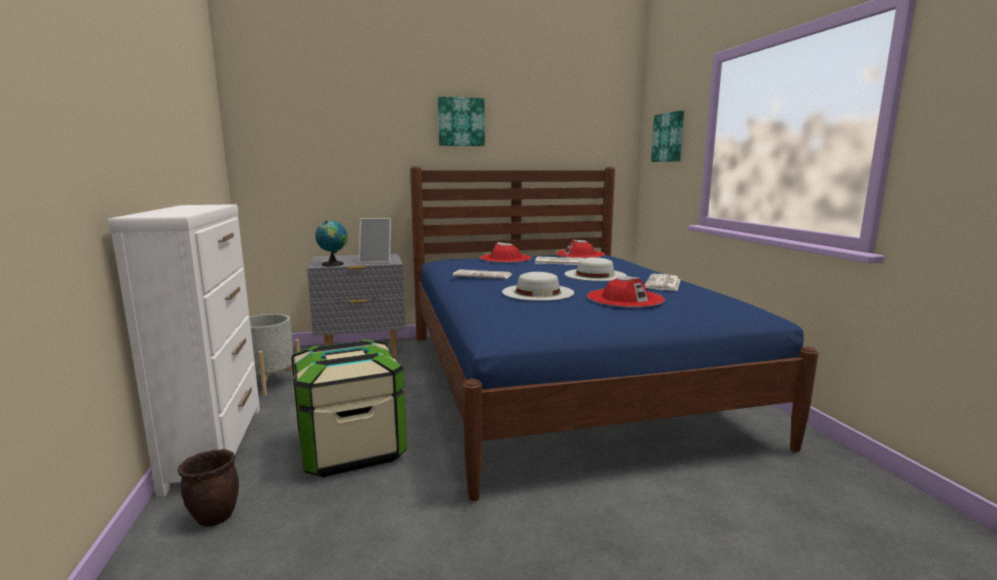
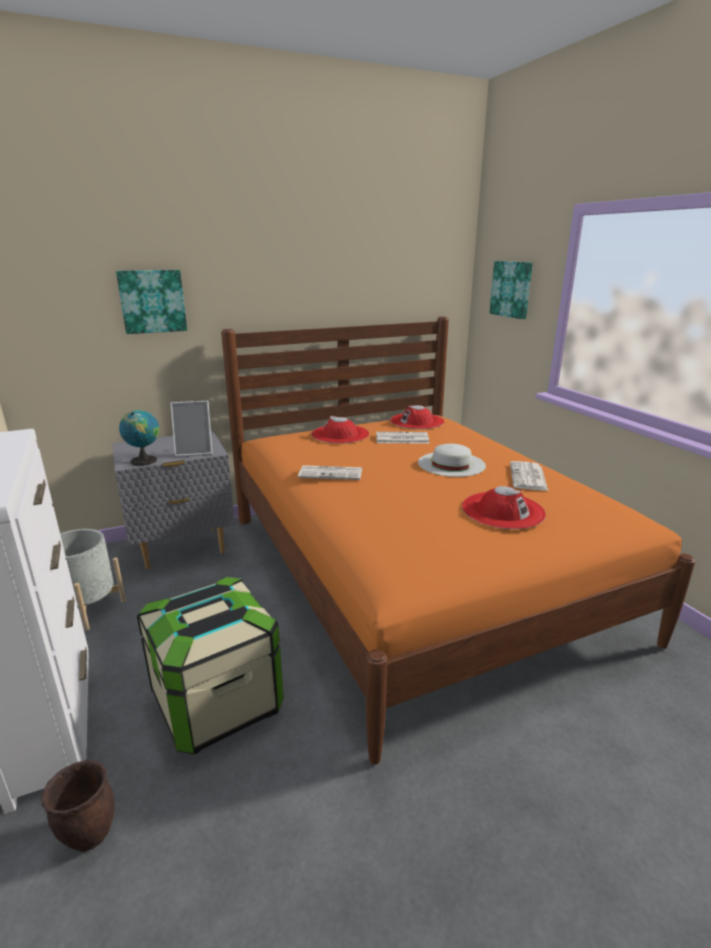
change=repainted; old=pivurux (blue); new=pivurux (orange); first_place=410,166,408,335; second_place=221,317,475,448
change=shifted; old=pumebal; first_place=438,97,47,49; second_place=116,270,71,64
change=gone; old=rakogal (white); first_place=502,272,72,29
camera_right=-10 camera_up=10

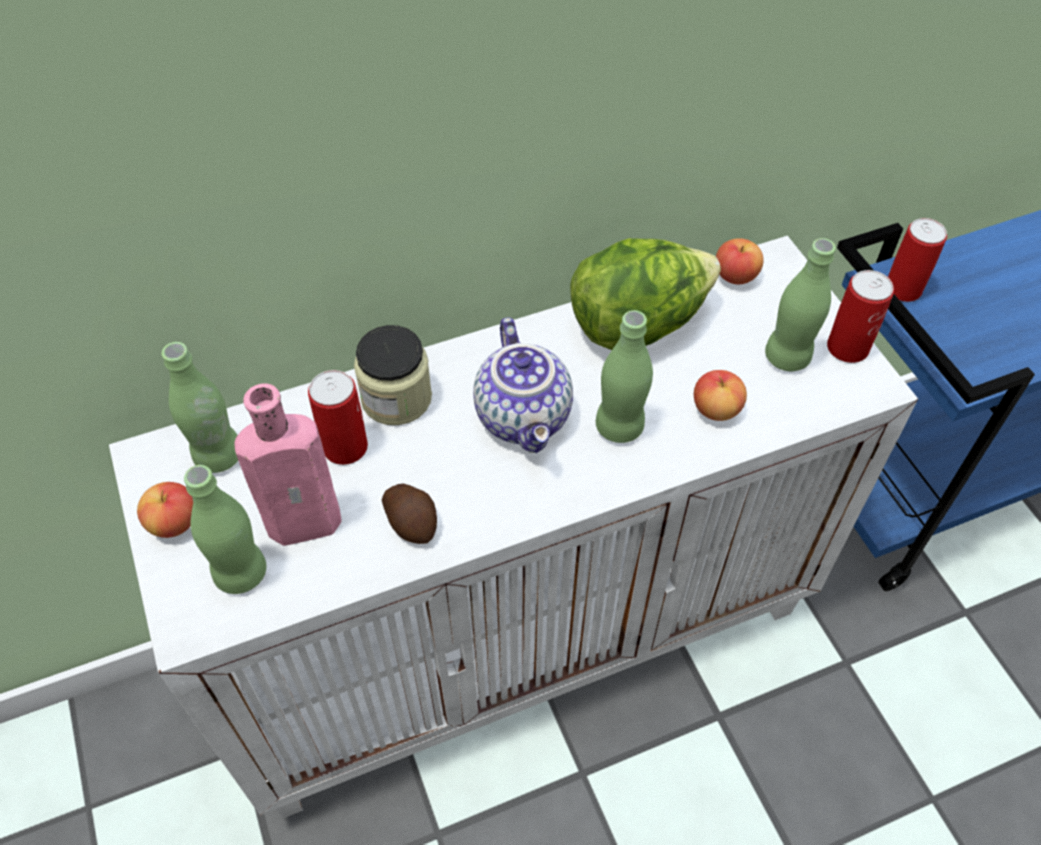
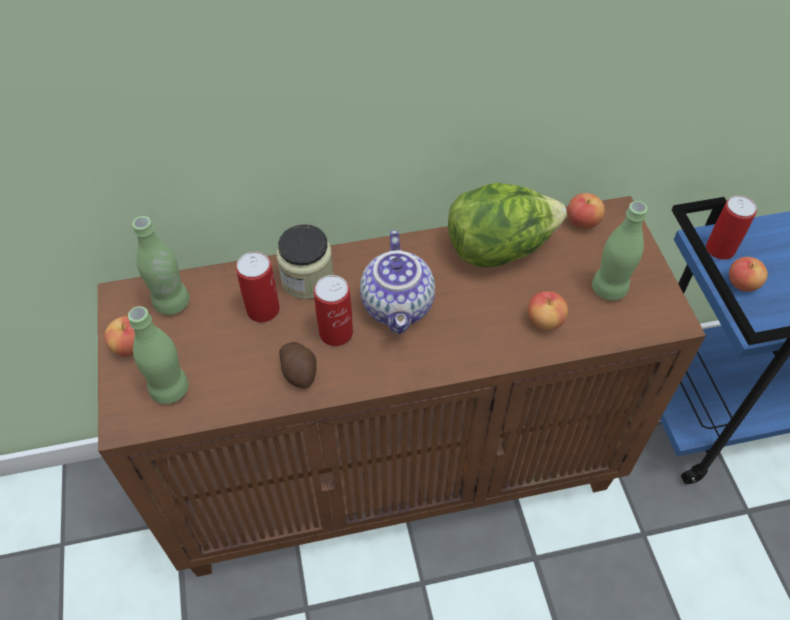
change=repainted; old=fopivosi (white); new=fopivosi (brown); first_place=109,236,809,582; second_place=98,196,608,381
change=gone; old=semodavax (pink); first_place=234,383,107,163
change=gone; old=semodavax (green); first_place=596,310,57,133
change=shifted; old=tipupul; first_place=827,270,67,93; second_place=314,275,39,71
change=new; new=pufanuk; second_place=729,257,39,35
camera_right=10 camera_up=0

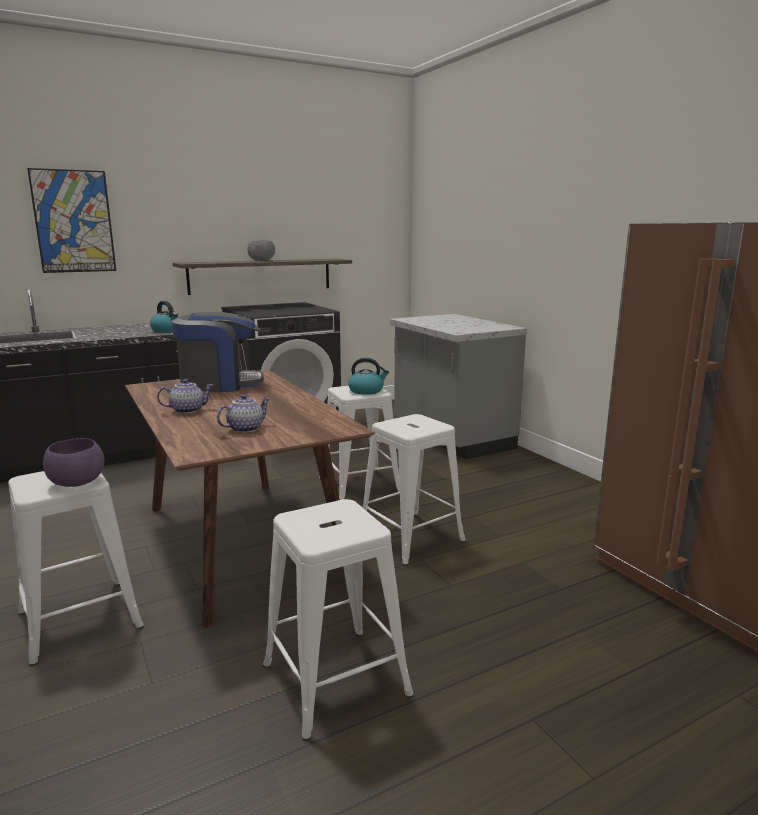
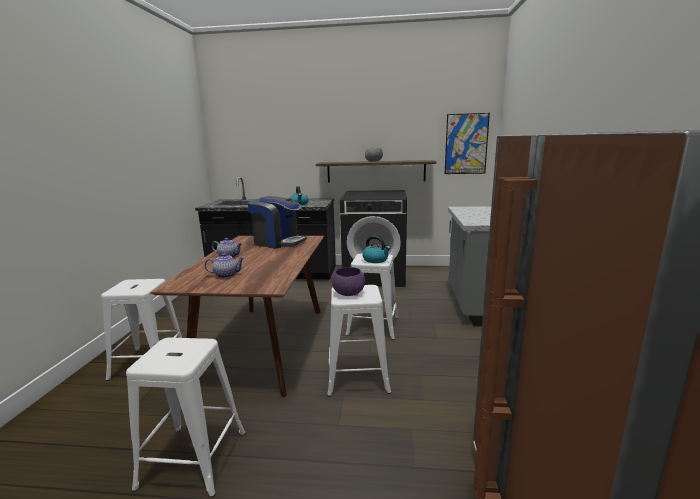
change=shifted; old=pumebal; first_place=27,168,89,105; second_place=445,113,45,61
change=shifted; old=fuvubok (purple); first_place=43,438,61,49; second_place=332,267,33,29
camera_right=35 camera_up=0

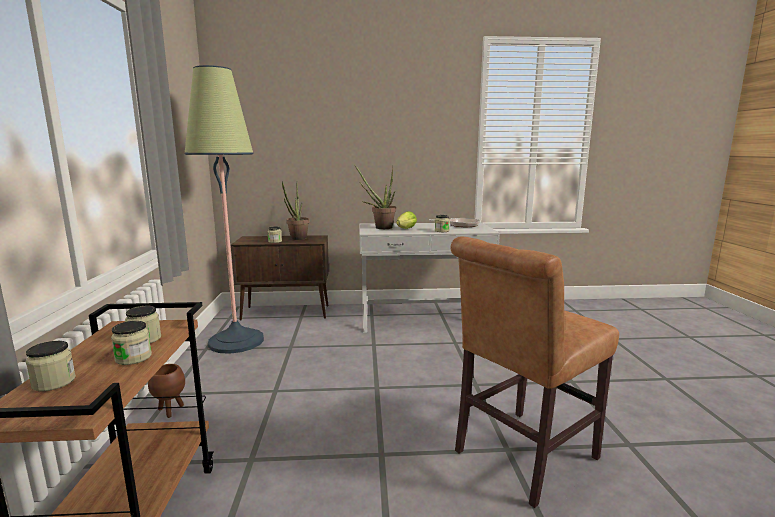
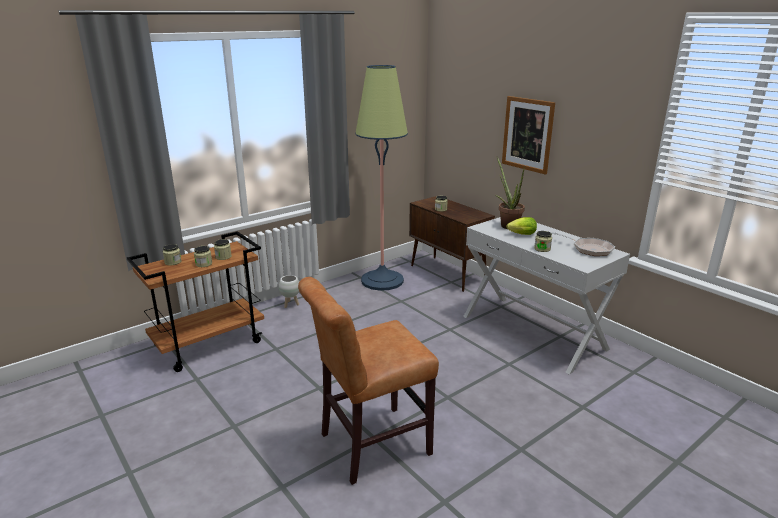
change=repainted; old=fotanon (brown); new=fotanon (white); first_place=148,364,37,54; second_place=279,275,20,33
change=gone; old=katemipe; first_place=282,182,28,58
change=rotated; old=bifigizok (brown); first_place=451,236,168,272; second_place=298,277,141,208; degrees=-45
change=new; new=pumebal; second_place=502,96,53,79
camera_right=55 camera_up=10

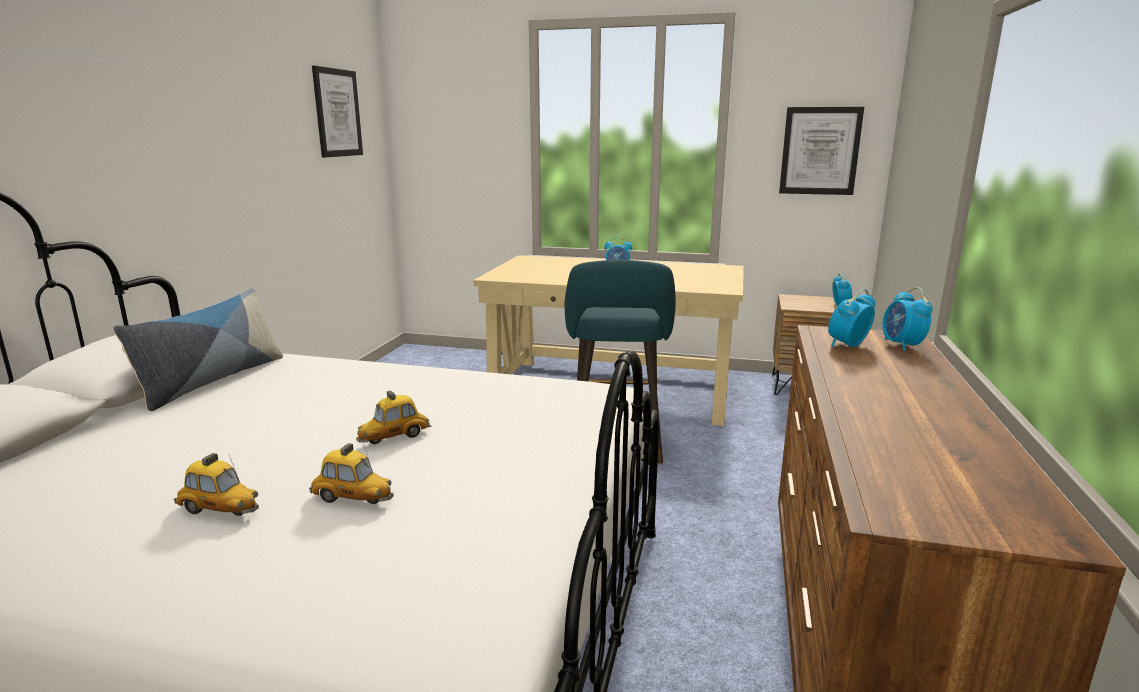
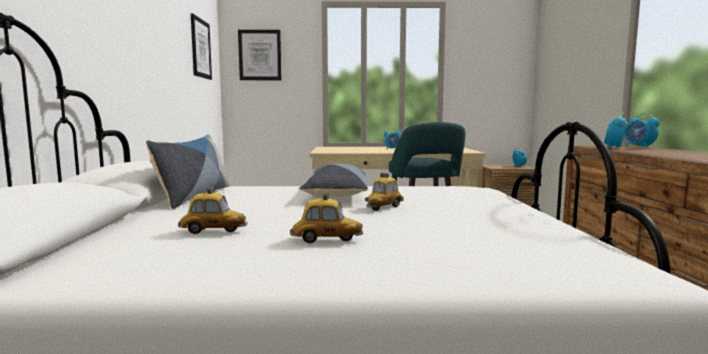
change=shifted; old=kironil; first_place=309,443,85,61; second_place=178,187,69,47
change=shifted; old=pumebal; first_place=779,107,85,88; second_place=238,30,44,50
change=new; new=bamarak; second_place=299,163,69,35
camera_right=-15 camera_up=-10

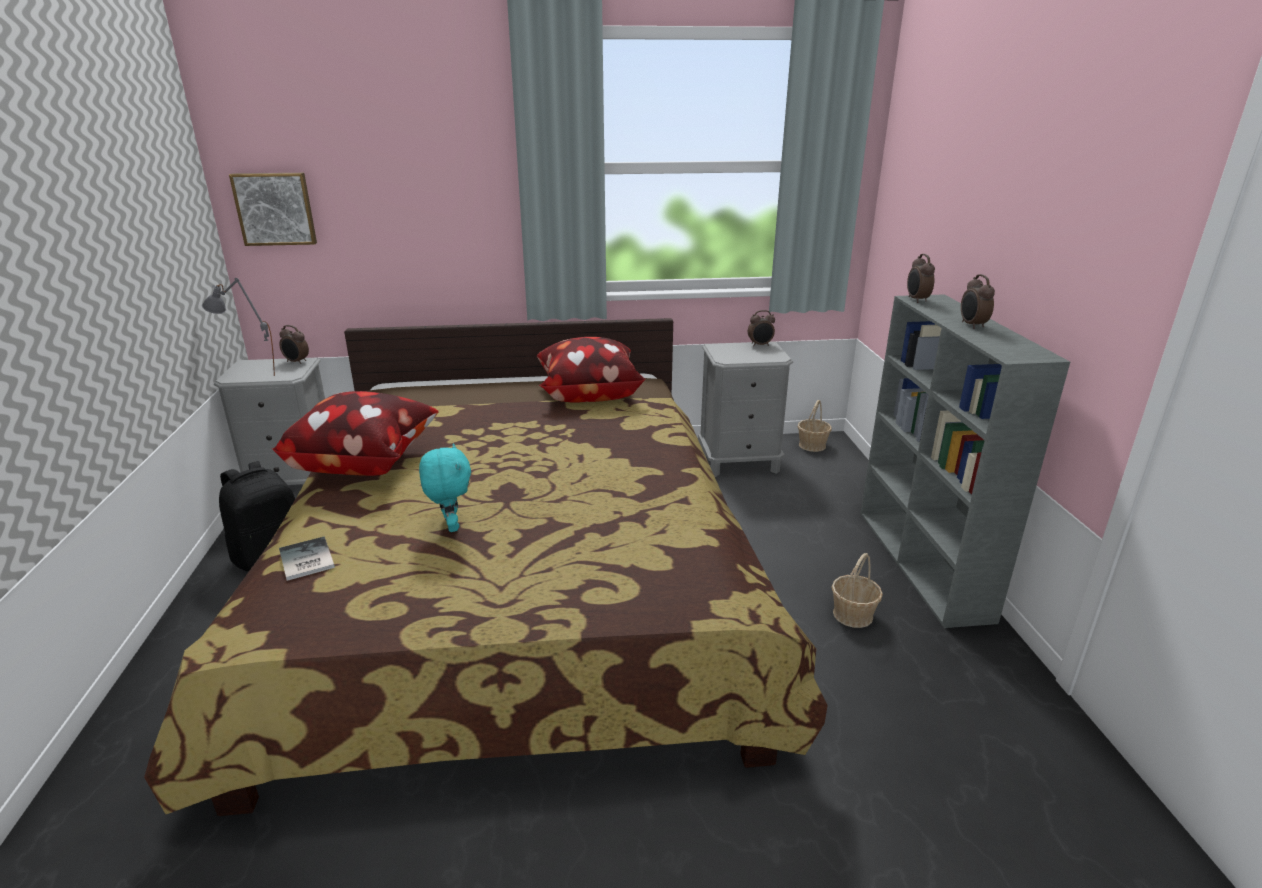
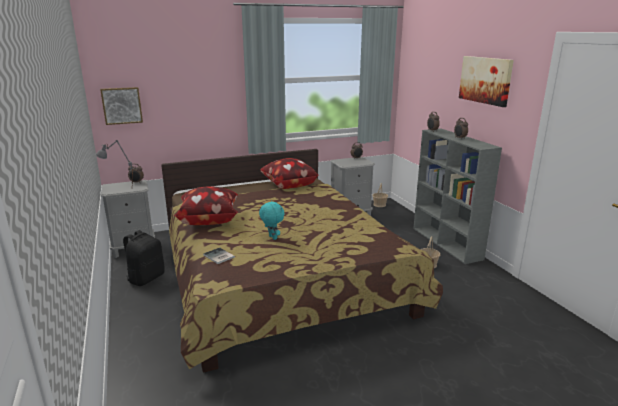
change=new; new=pumebal; second_place=459,56,55,51
camera_right=-15 camera_up=-5

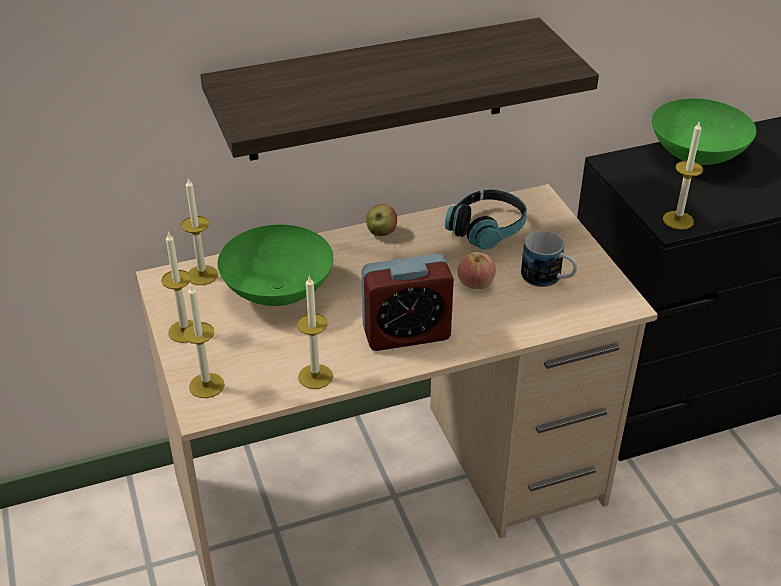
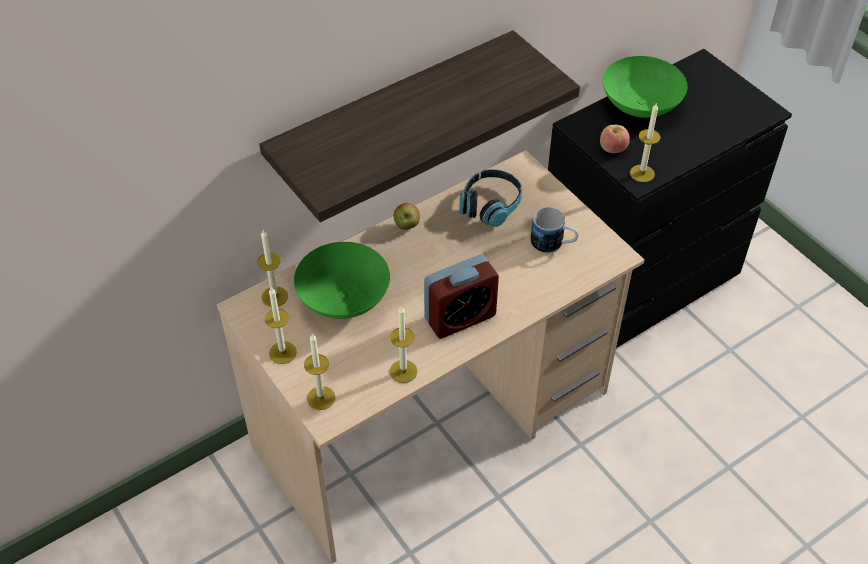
change=shifted; old=pufanuk; first_place=457,252,39,37; second_place=600,125,30,28
camera_right=-15 camera_up=10

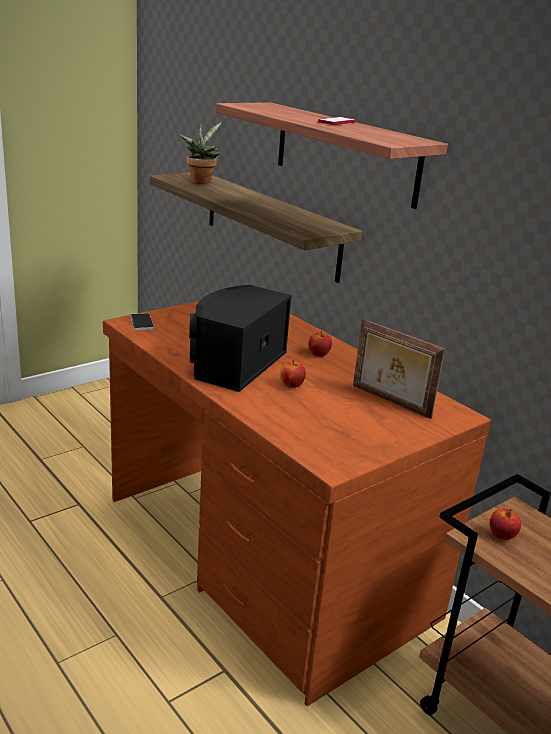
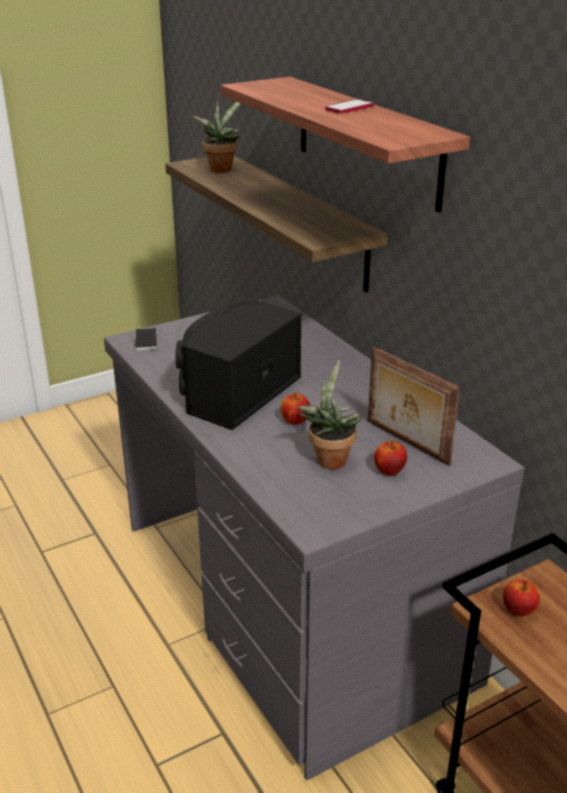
change=repainted; old=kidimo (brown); new=kidimo (grey); first_place=103,301,388,405; second_place=104,295,420,485
change=shifted; old=pufanuk; first_place=308,331,24,26; second_place=374,440,33,35
change=new; new=katemipe; second_place=299,360,63,109
camera_right=10 camera_up=5

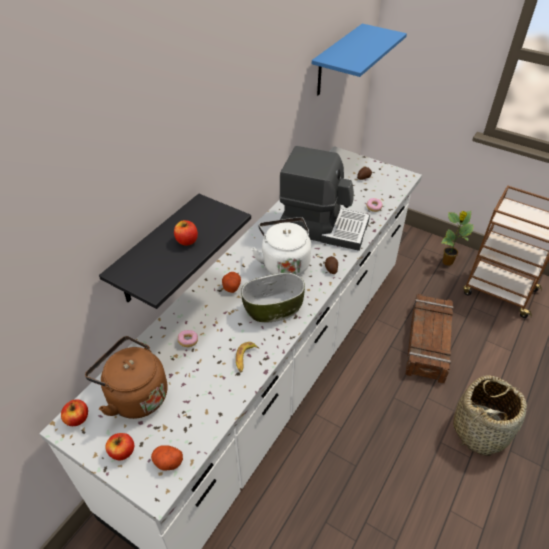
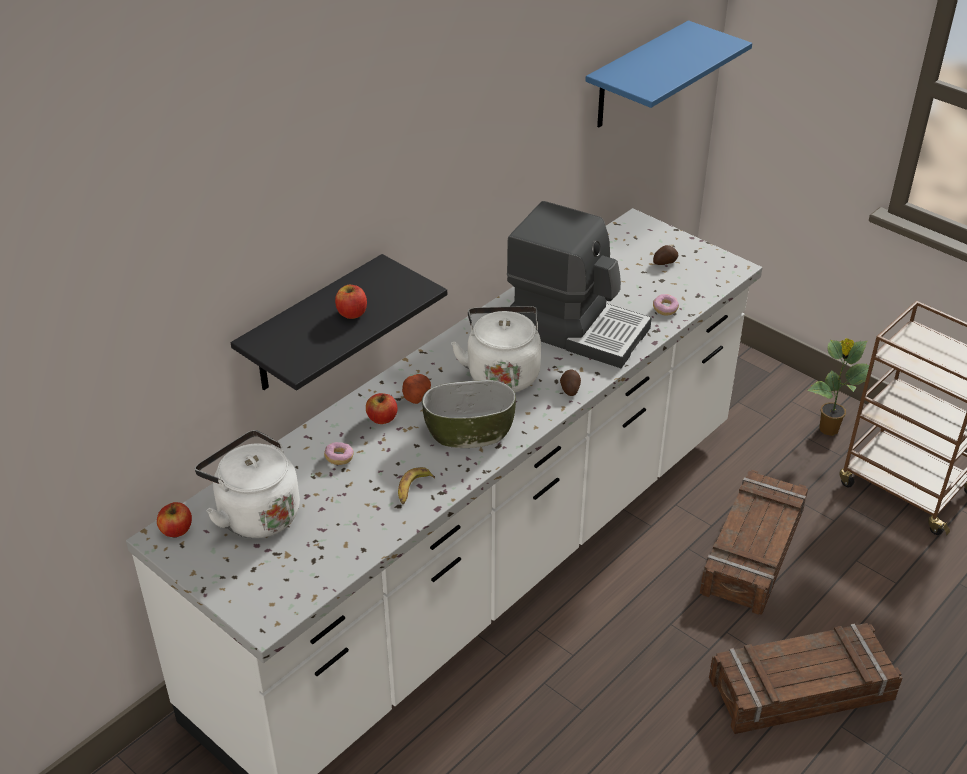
change=repainted; old=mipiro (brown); new=mipiro (white); first_place=85,336,83,83; second_place=195,430,105,108
change=shifted; old=pufanuk; first_place=106,433,28,28; second_place=366,393,31,31
change=gone; old=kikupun; first_place=151,445,32,26
change=swapped; old=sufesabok; new=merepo; first_place=453,375,74,81; second_place=709,623,193,111
camera_right=10 camera_up=-5

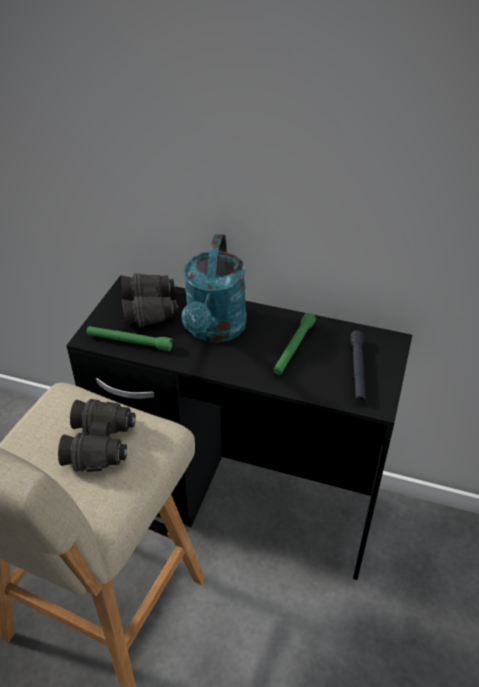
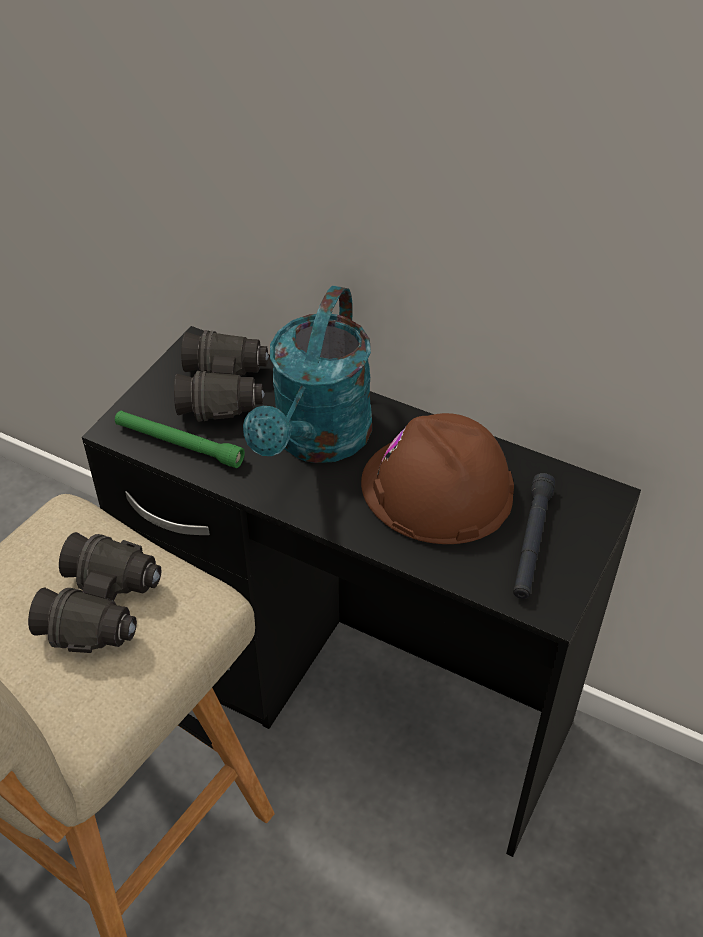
change=swapped; old=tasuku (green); new=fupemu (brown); first_place=273,313,43,62; second_place=361,413,153,131
camera_right=10 camera_up=5

